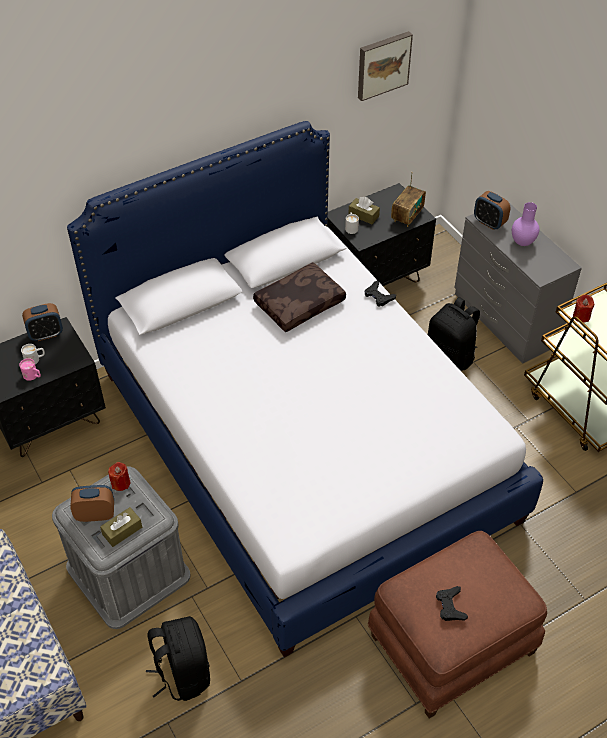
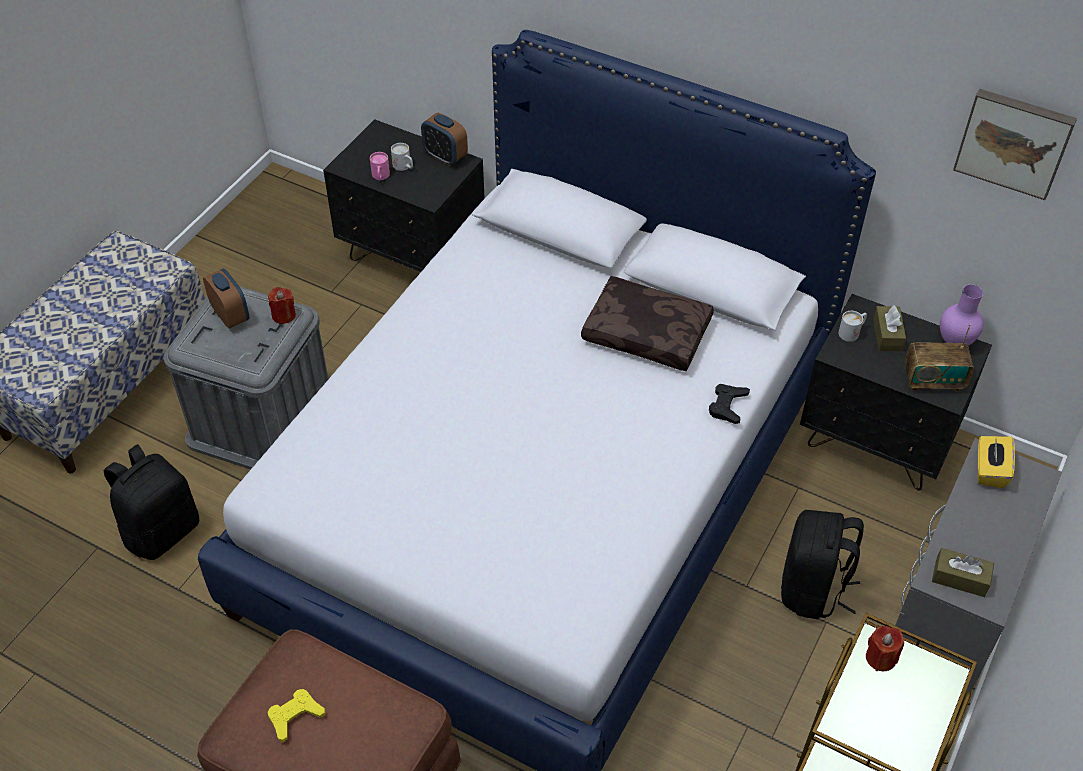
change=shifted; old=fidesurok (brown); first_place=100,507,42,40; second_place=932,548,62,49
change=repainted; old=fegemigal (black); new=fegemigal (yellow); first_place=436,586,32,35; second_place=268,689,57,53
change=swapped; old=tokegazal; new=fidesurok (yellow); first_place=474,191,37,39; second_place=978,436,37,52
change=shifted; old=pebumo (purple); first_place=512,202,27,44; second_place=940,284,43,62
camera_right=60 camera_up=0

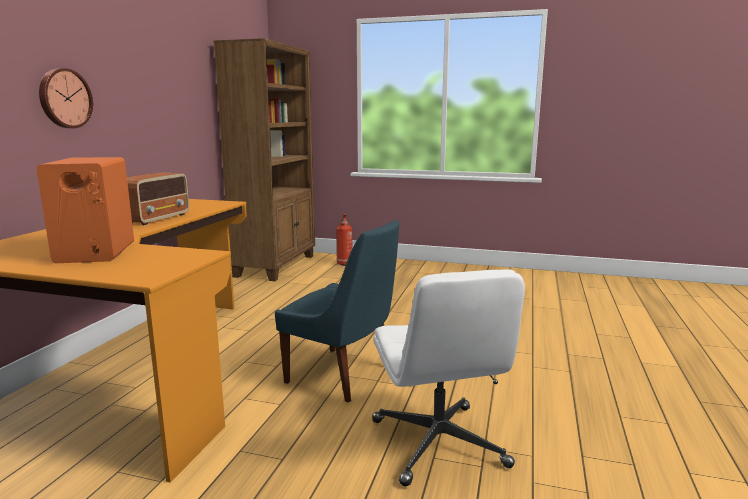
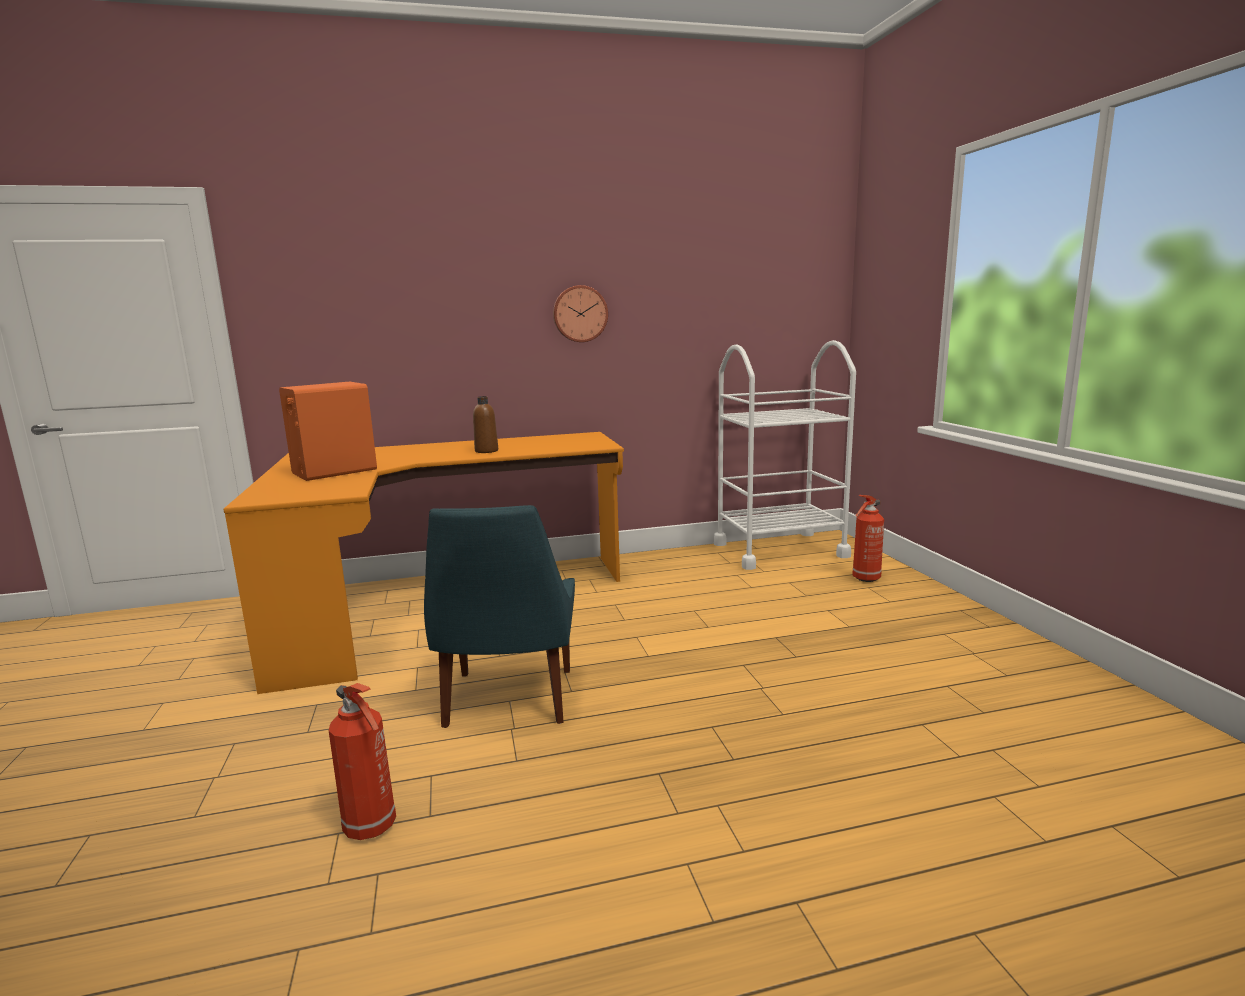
change=shifted; old=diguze; first_place=39,68,54,60; second_place=553,285,55,57
change=swapped; old=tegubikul; new=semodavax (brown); first_place=127,172,62,53; second_place=473,396,25,57
change=swapped; old=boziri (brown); new=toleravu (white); first_place=214,38,101,243; second_place=714,340,142,230
change=swapped; old=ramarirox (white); new=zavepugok; first_place=372,269,153,217; second_place=329,683,67,157
camera_right=60 camera_up=0

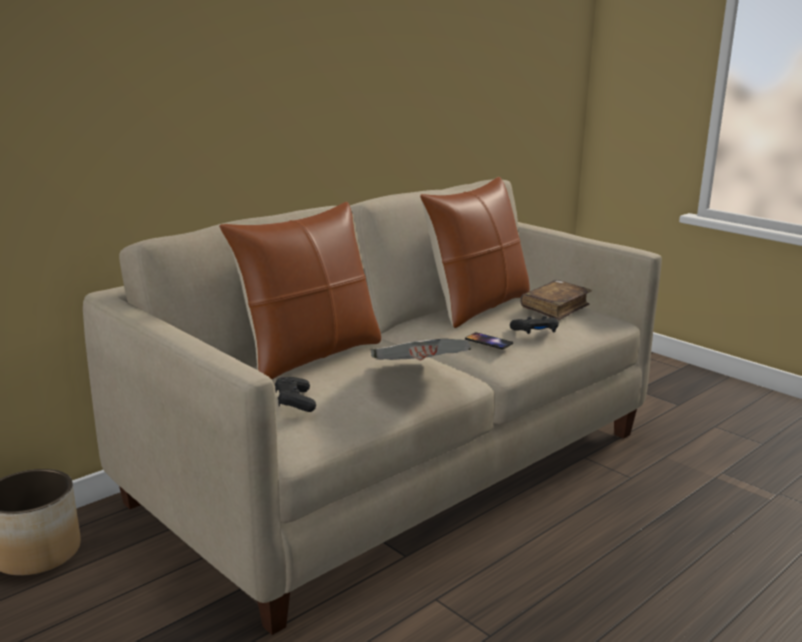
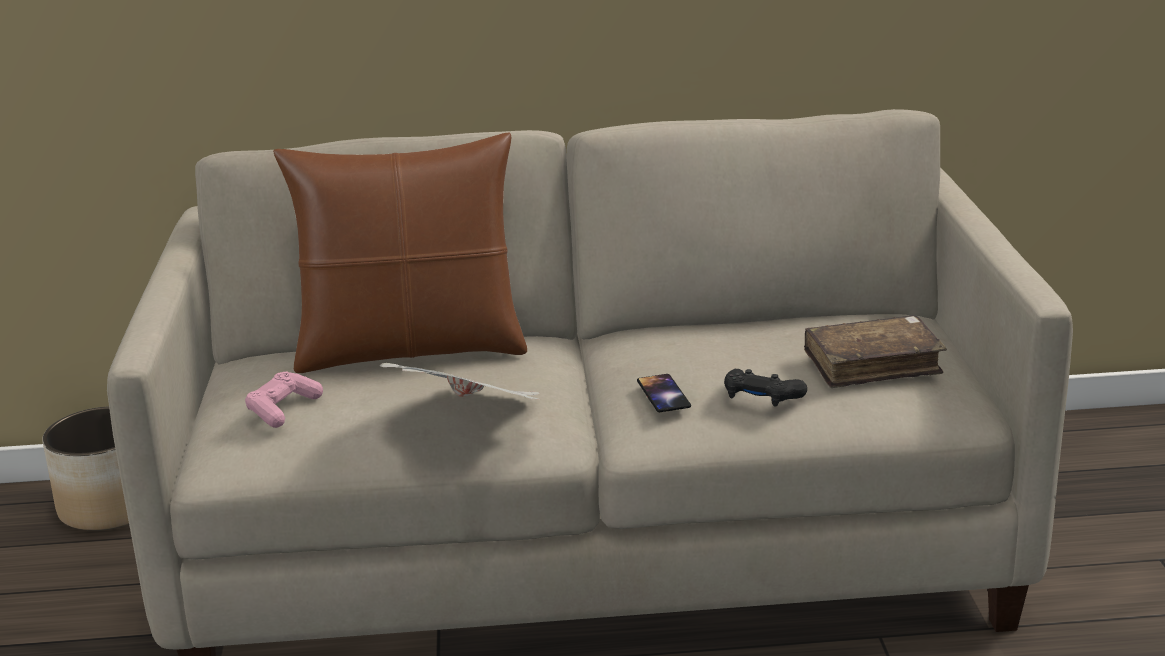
change=repainted; old=fegemigal (black); new=fegemigal (pink); first_place=275,377,41,35; second_place=245,372,78,56
change=gone; old=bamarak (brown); first_place=420,177,110,151
camera_right=40 camera_up=5

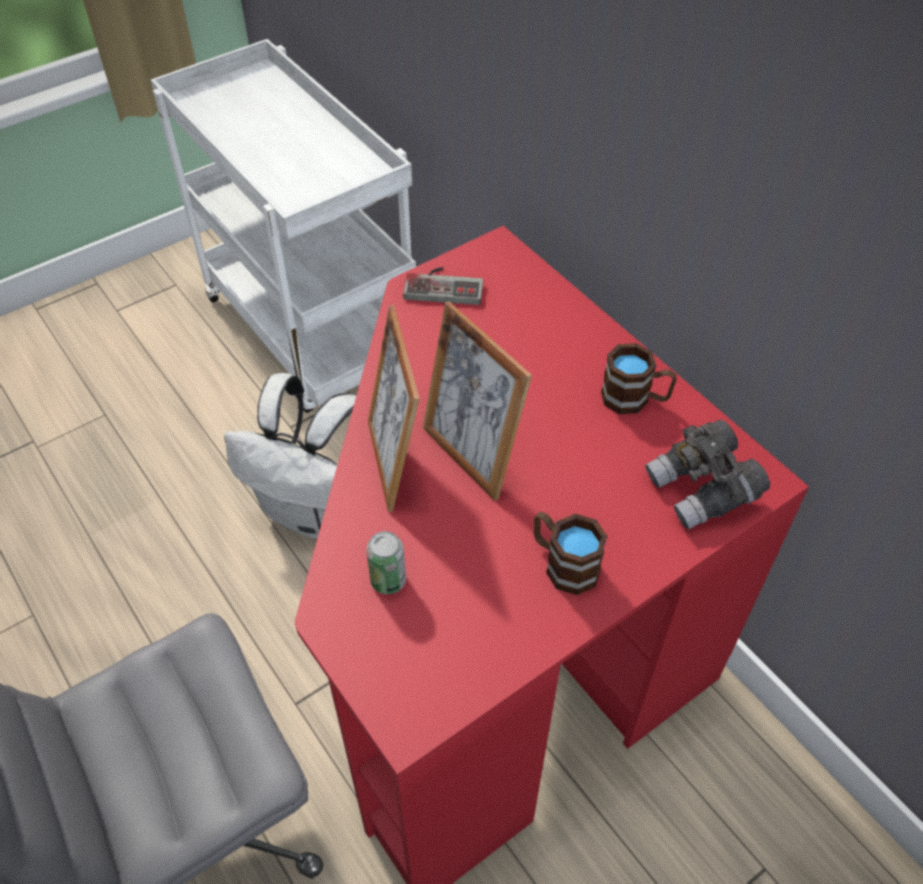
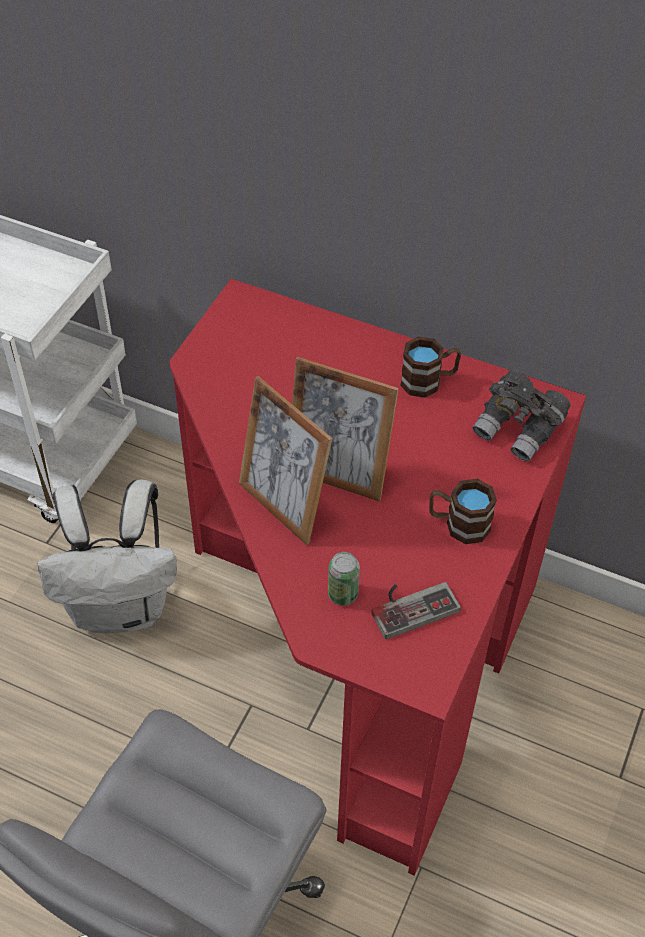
change=shifted; old=fegemigal; first_place=403,267,80,38; second_place=371,582,90,57
camera_right=-30 camera_up=0

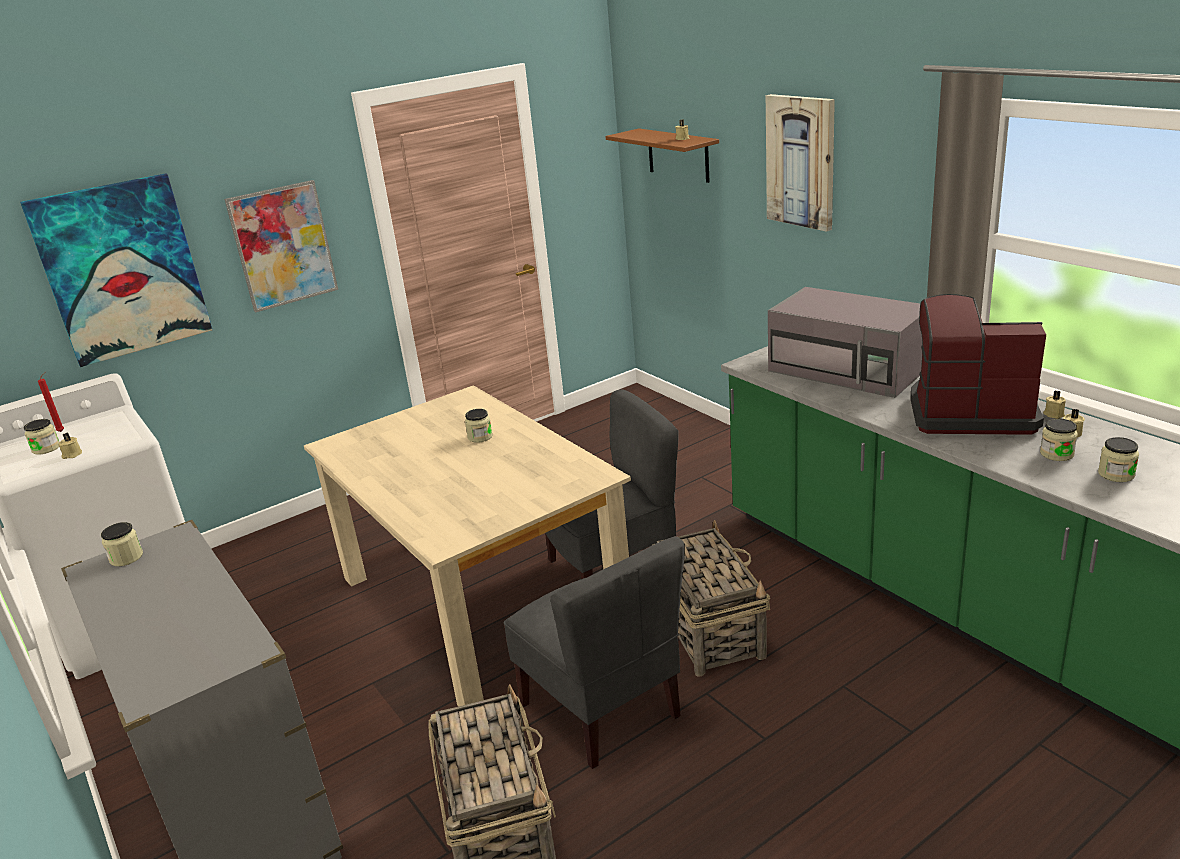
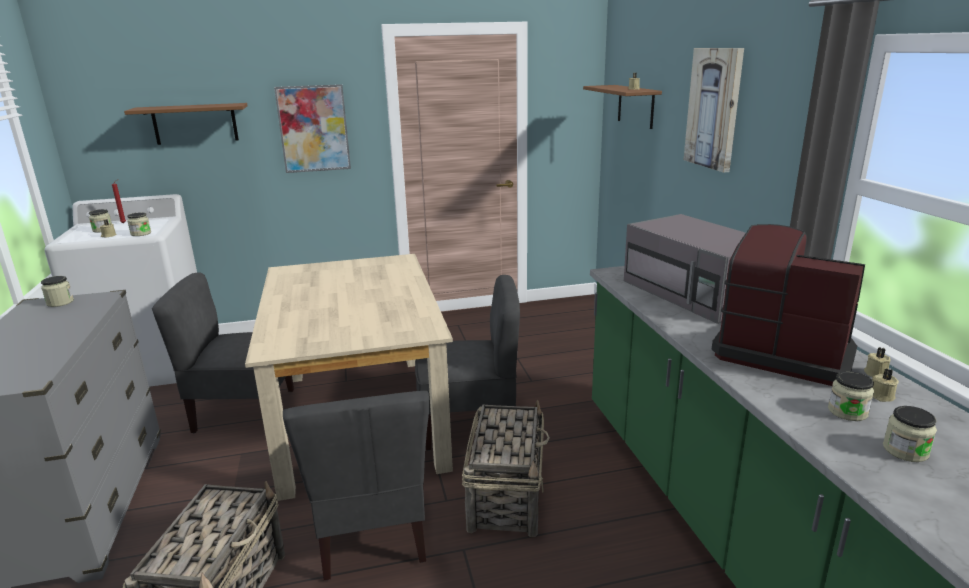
change=swapped; old=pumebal; new=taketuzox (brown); first_place=20,173,192,194; second_place=124,103,123,42
change=shifted; old=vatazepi; first_place=465,409,27,34; second_place=127,212,24,24
change=new; new=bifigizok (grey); second_place=152,272,142,161
camera_right=20 camera_up=-5

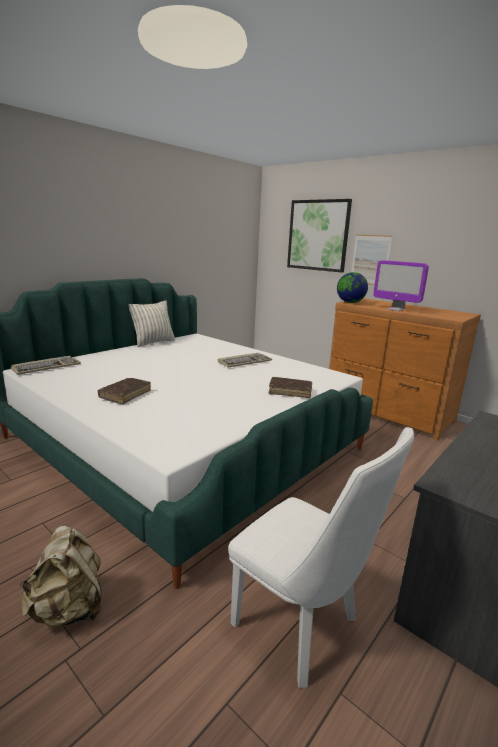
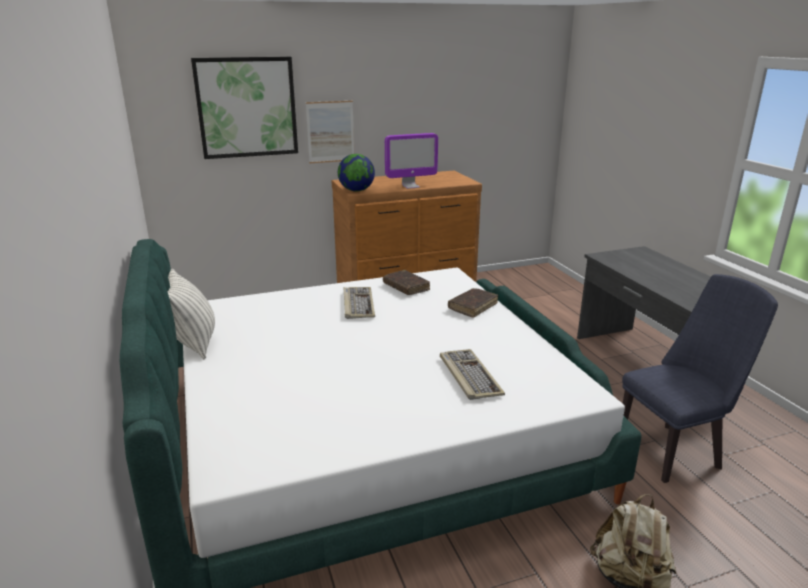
change=shifted; old=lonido; first_place=11,356,70,19; second_place=440,349,65,51
change=shifted; old=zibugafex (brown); first_place=98,378,53,26; second_place=383,270,47,25
change=repainted; old=bifigizok (white); new=bifigizok (blue); first_place=228,427,186,261; second_place=622,274,156,209
camera_right=-60 camera_up=5

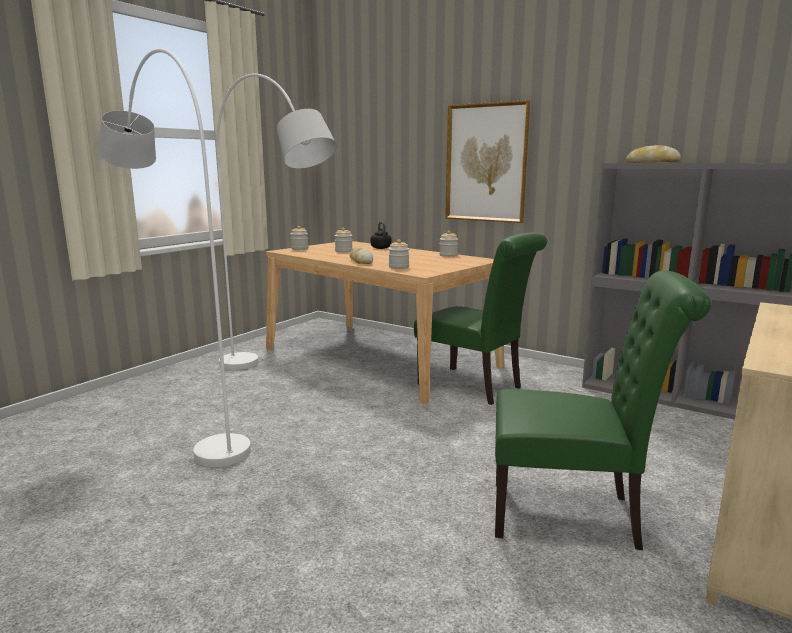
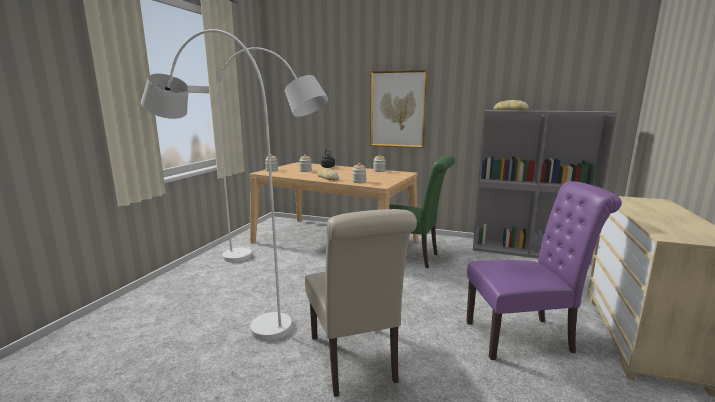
change=repainted; old=bifigizok (green); new=bifigizok (purple); first_place=495,271,216,279; second_place=466,181,156,179
change=new; new=bifigizok (beige); second_place=305,209,112,188
camera_right=-15 camera_up=0

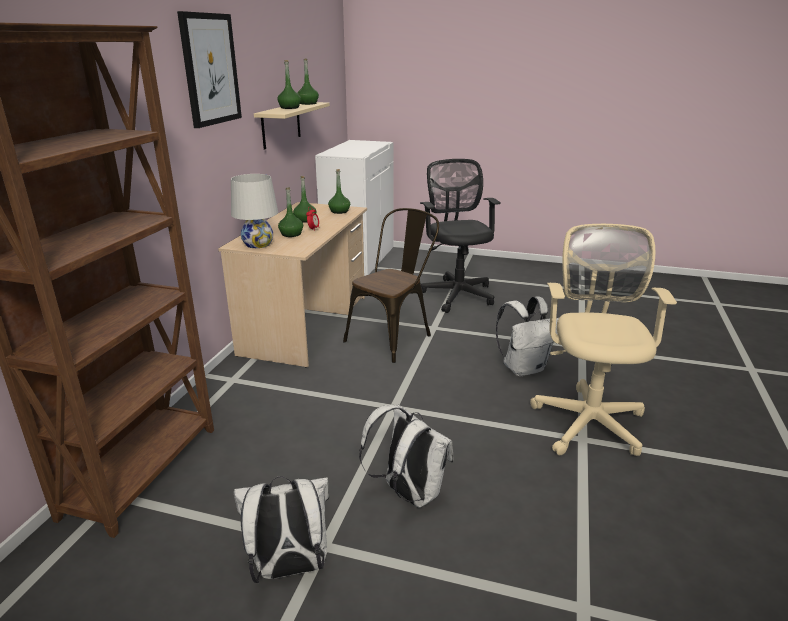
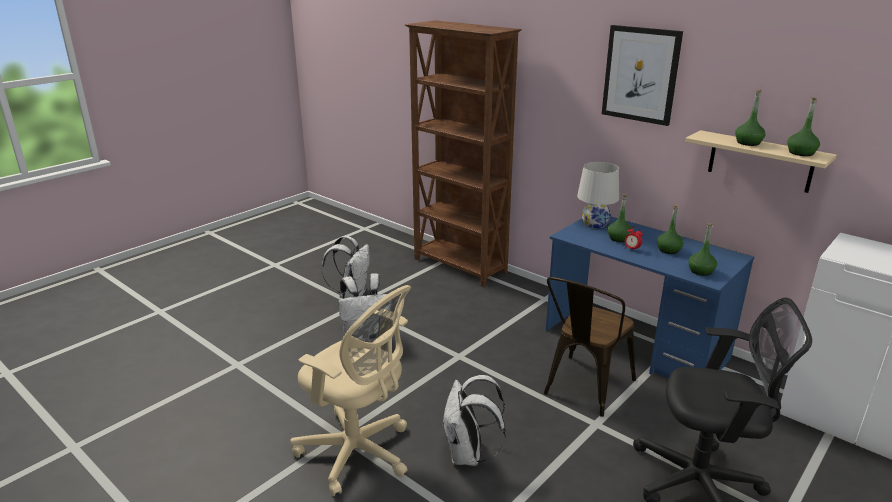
change=repainted; old=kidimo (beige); new=kidimo (blue); first_place=218,202,149,166; second_place=546,217,208,162
change=rotated; old=bifigizok (brown); first_place=343,208,96,155; second_place=544,277,92,140; degrees=60
camera_right=115 camera_up=0

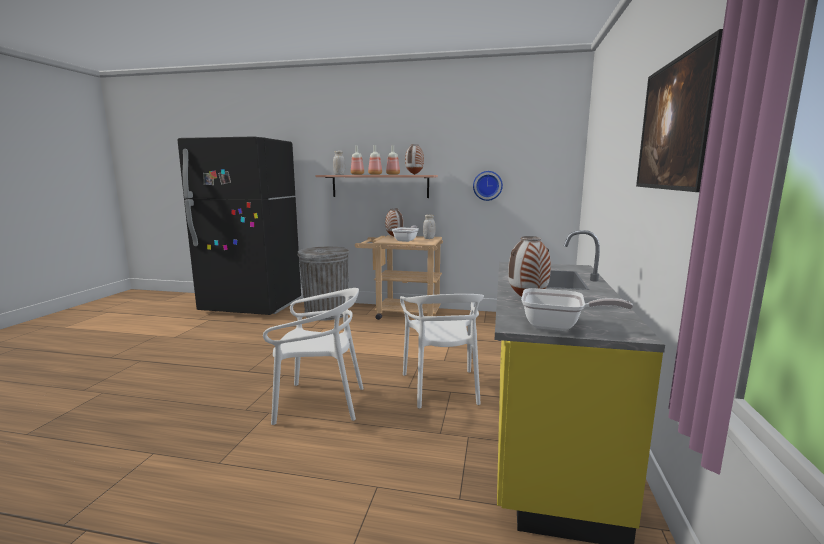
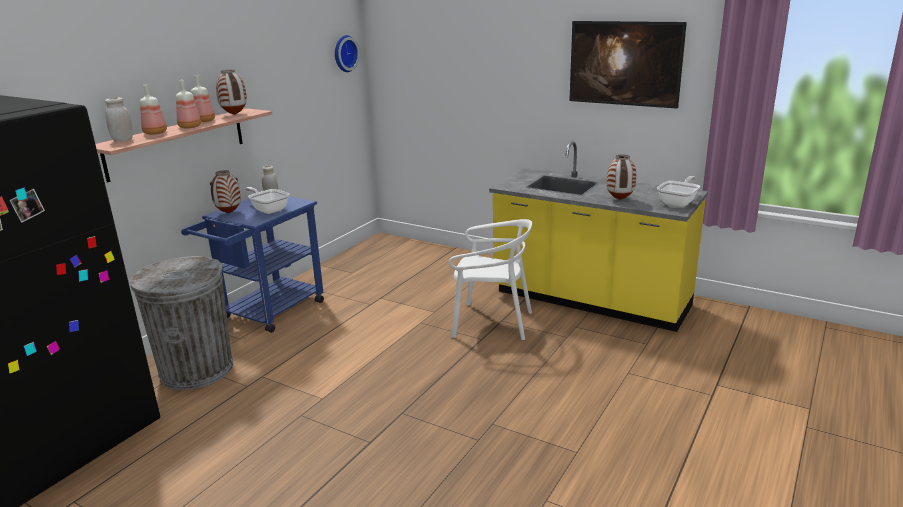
change=gone; old=bifigizok (white); first_place=263,288,101,137
change=repainted; old=toleravu (beige); new=toleravu (blue); first_place=355,235,88,85; second_place=181,196,143,137
change=shifted; old=diguze; first_place=473,171,30,30; second_place=335,35,25,37
camera_right=-70 camera_up=10

